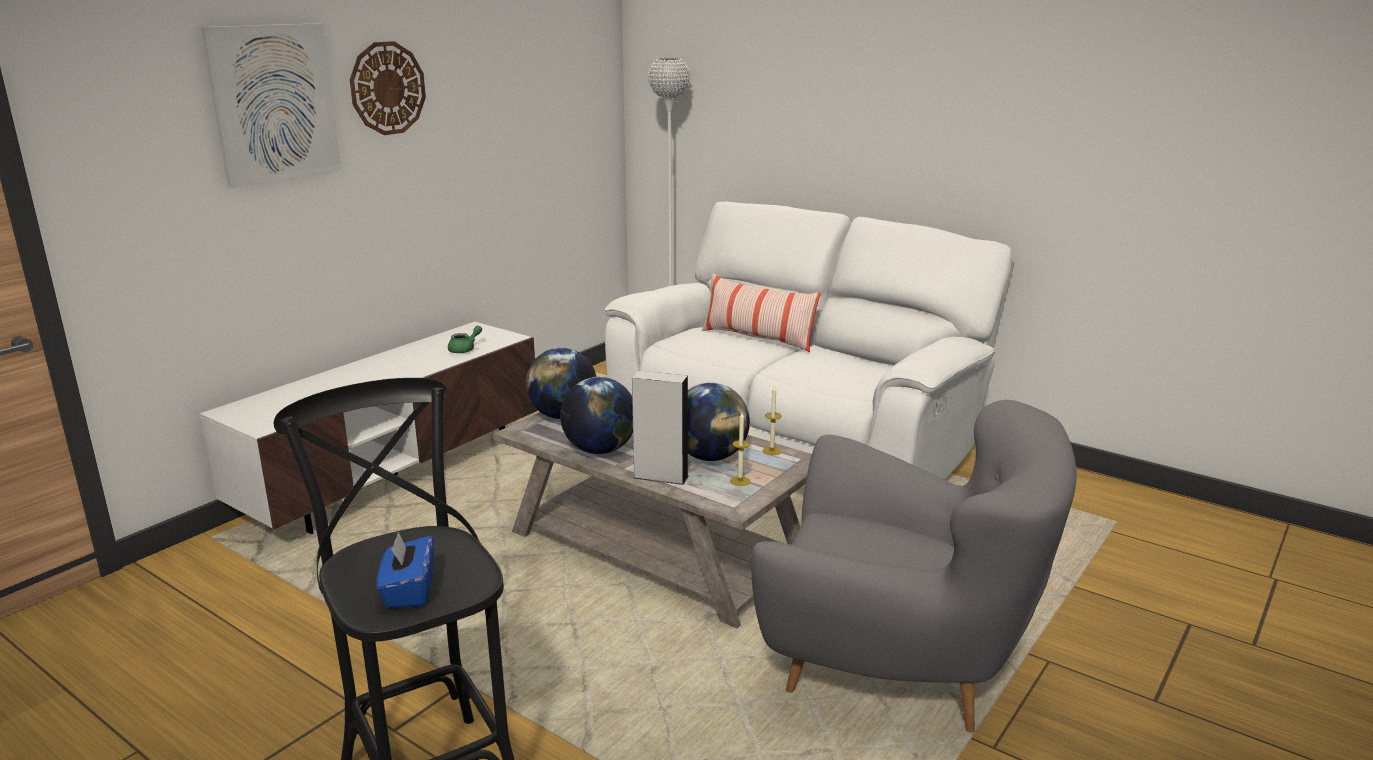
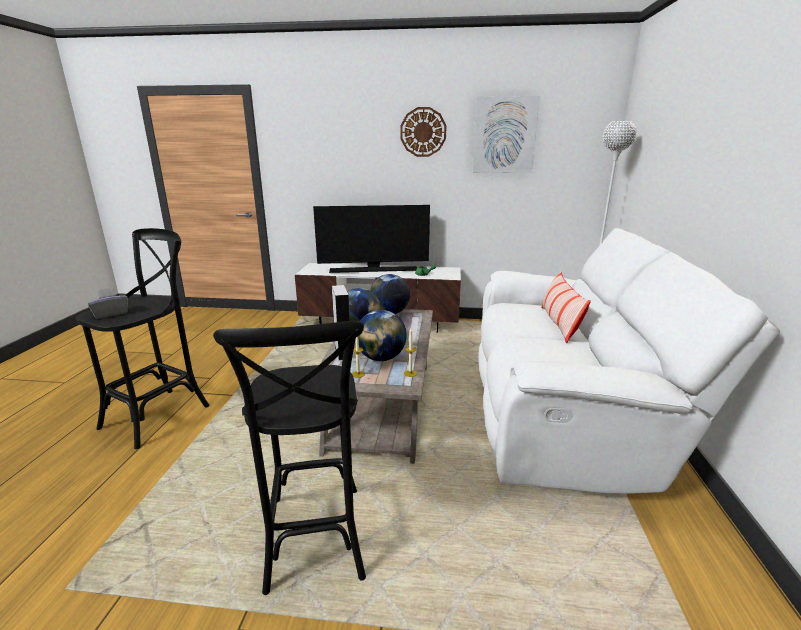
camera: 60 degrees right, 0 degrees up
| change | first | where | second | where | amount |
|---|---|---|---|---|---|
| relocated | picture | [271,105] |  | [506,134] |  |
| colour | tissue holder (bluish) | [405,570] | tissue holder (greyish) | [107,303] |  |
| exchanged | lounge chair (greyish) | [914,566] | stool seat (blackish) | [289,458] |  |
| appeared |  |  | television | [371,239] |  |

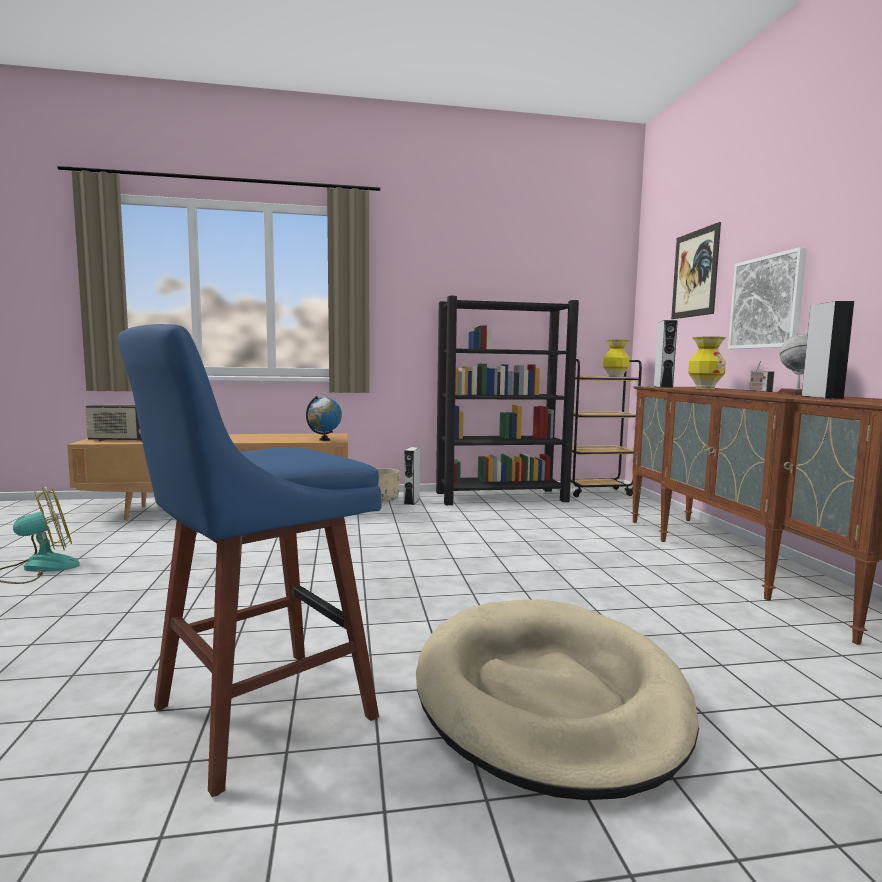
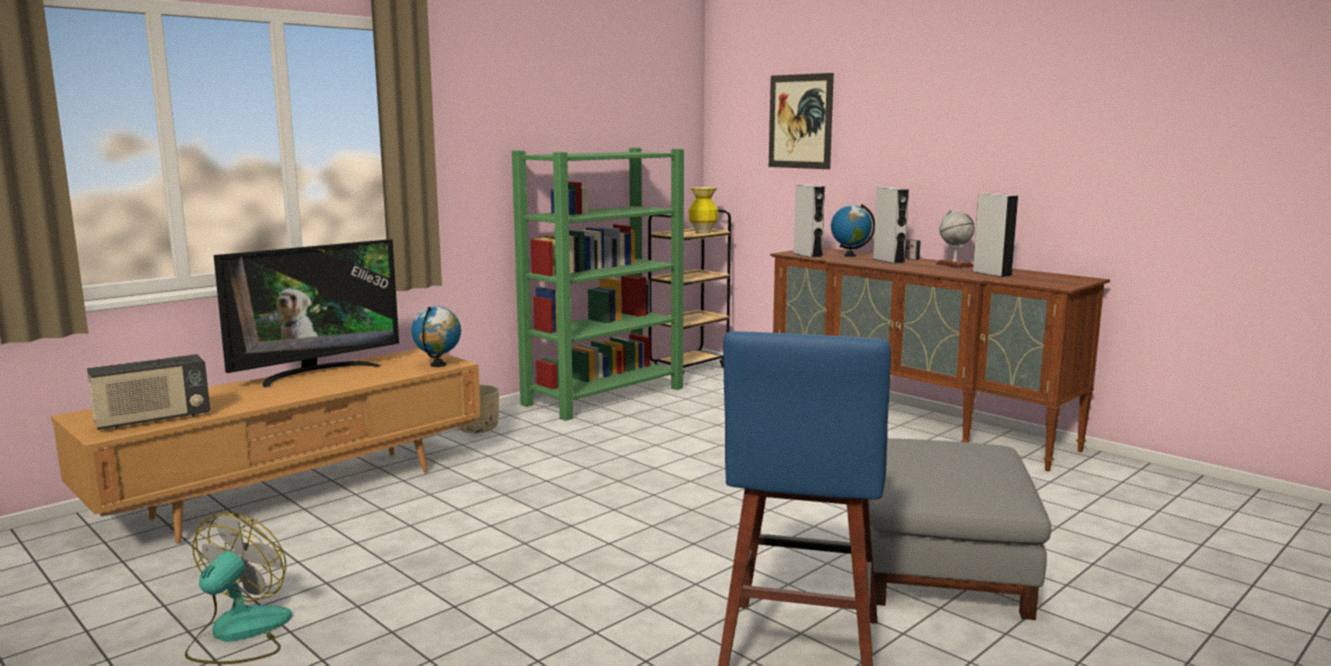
camera: 35 degrees left, 5 degrees up
| change | first | where | second | where | amount |
|---|---|---|---|---|---|
| relocated | audio speaker (greyish) | [412,476] |  | [891,225] |  |
| exchanged | dog cushion (beige) | [557,699] | pouffe (greyish) | [959,529] |  |
| colour | bookshelf (blackish) | [507,400] | bookshelf (green-coloured) | [598,284] |  |
| exchanged | vase | [707,362] | desk globe | [853,230] |  |
| missing | picture | [767,298] |  |  |  |
| appeared |  |  | television | [306,313] |  |

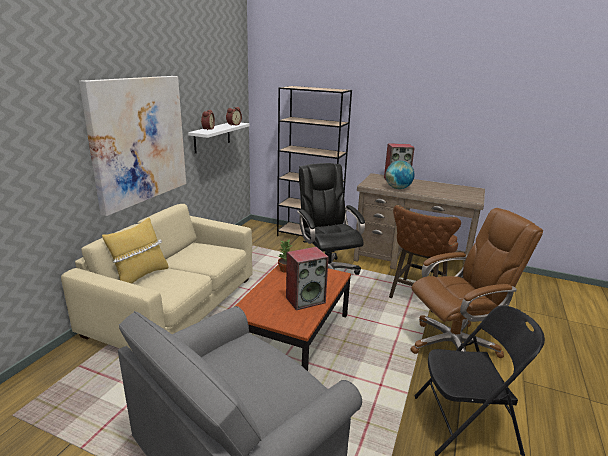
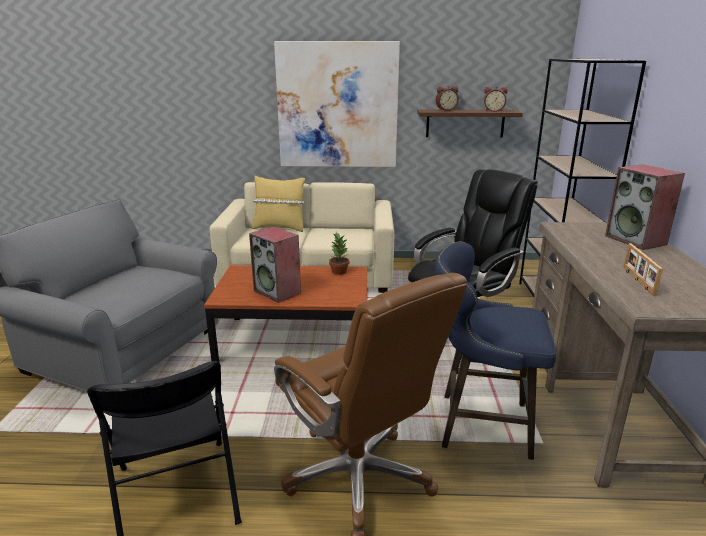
camera: 70 degrees right, 0 degrees up
| change | first | where | second | where | amount |
|---|---|---|---|---|---|
| colour | shelf (white) | [219,138] | shelf (brownish) | [470,124] |  |
| missing | desk globe | [399,175] |  |  |  |
| colour | stool seat (brownish) | [425,258] | stool seat (bluish) | [495,350] |  |
| appeared |  |  | standing frame | [643,269] |  |

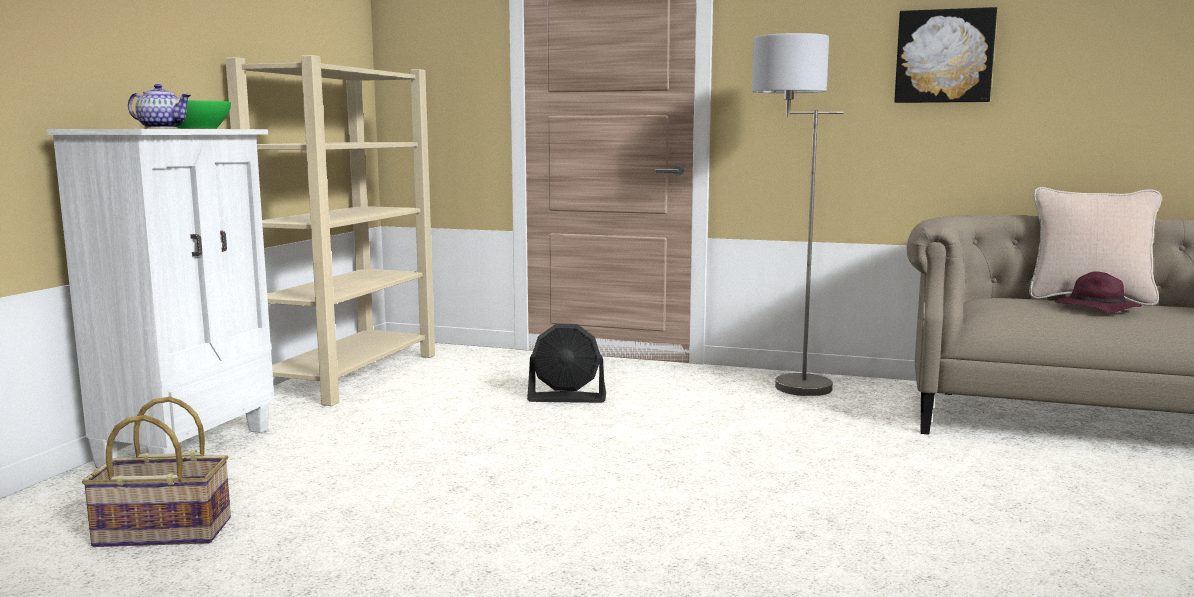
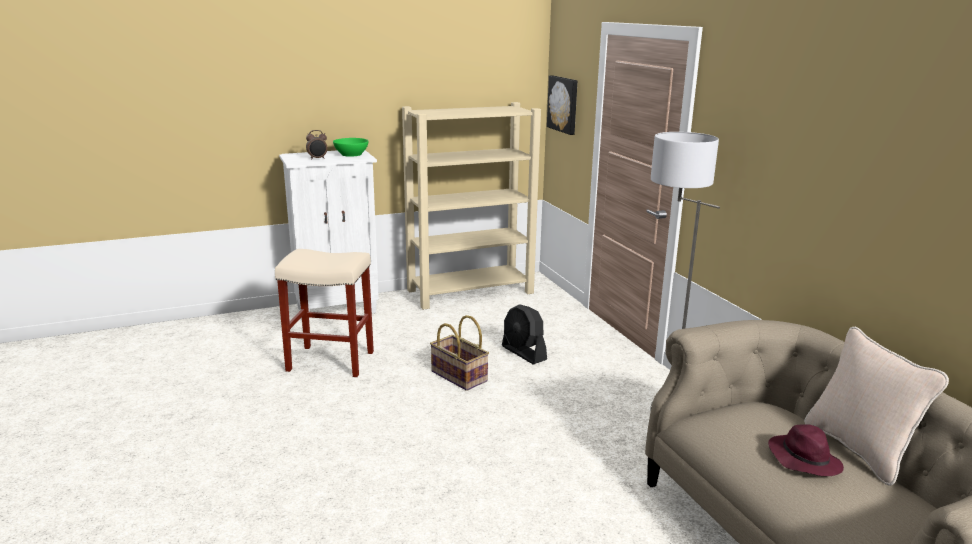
camera: 50 degrees right, 10 degrees up
| change | first | where | second | where | amount |
|---|---|---|---|---|---|
| relocated | basket | [156,472] |  | [459,353] |  |
| exchanged | teapot | [159,106] | table clock | [316,145] |  |
| relocated | picture | [945,55] |  | [562,105] |  |
| appeared |  |  | stool seat (beige) | [324,313] |  |

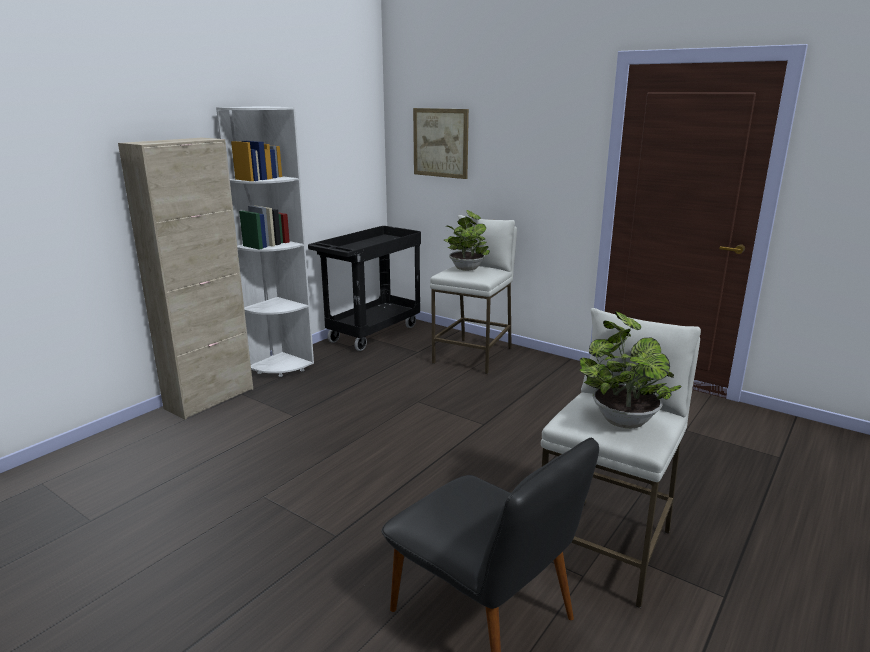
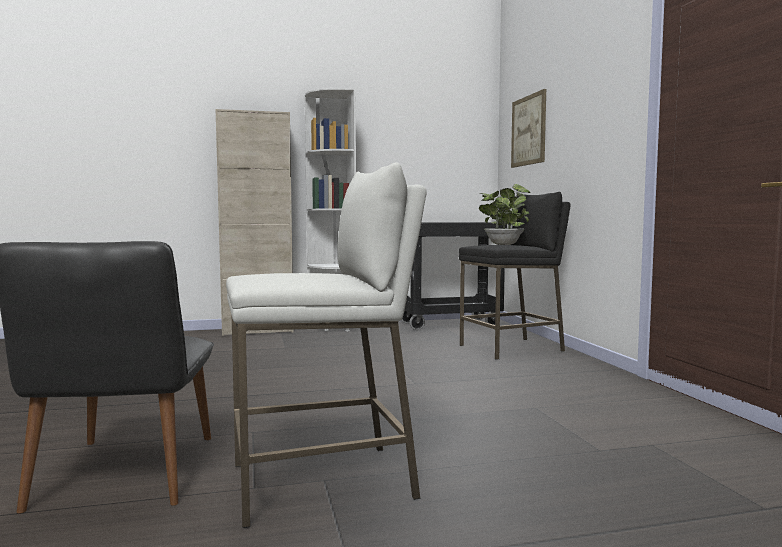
camera: 40 degrees right, 15 degrees down
| change | first | where | second | where | amount |
|---|---|---|---|---|---|
| colour | stool seat (white) | [473,294] | stool seat (blackish) | [515,276] |  |
| missing | potted plant | [630,369] |  |  |  |

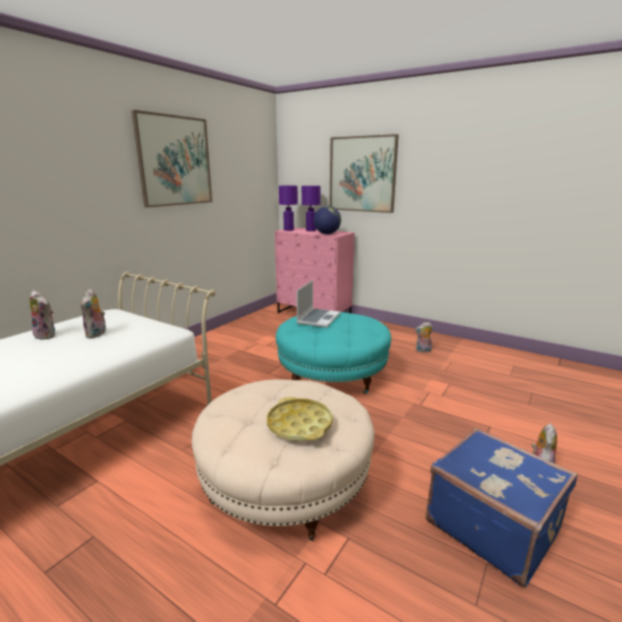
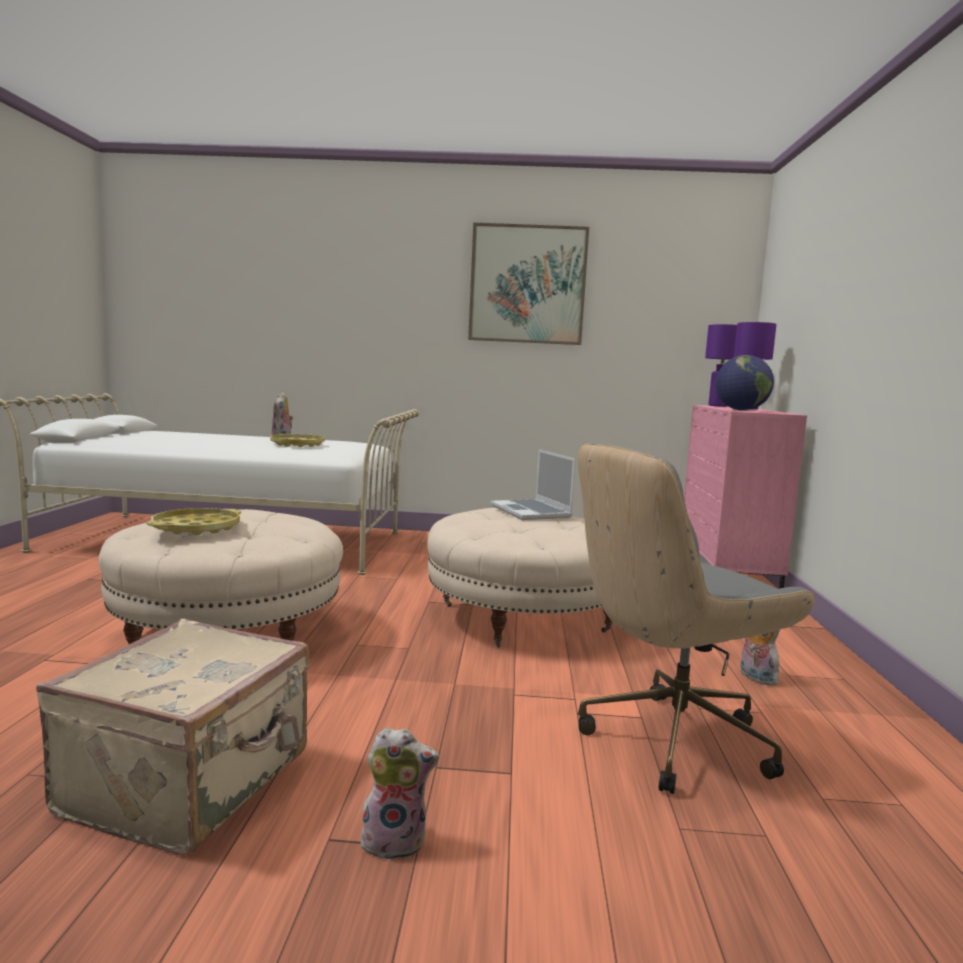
camera: 60 degrees right, 10 degrees down
| change | first | where | second | where | amount |
|---|---|---|---|---|---|
| exchanged | cuddly toy | [93,313] | carrying tray (yellow-coloured) | [297,440] |  |
| colour | pouffe (turquoise) | [333,352] | pouffe (beige) | [520,577] |  |
| spun | notebook computer | [318,304] |  | [533,484] | 75 degrees clockwise |
| missing | picture | [364,173] |  |  |  |
| colour | suitcase (bluish) | [502,508] | suitcase (beige) | [172,737] |  |
| appeared |  |  | desk chair (greyish) | [696,619] |  |

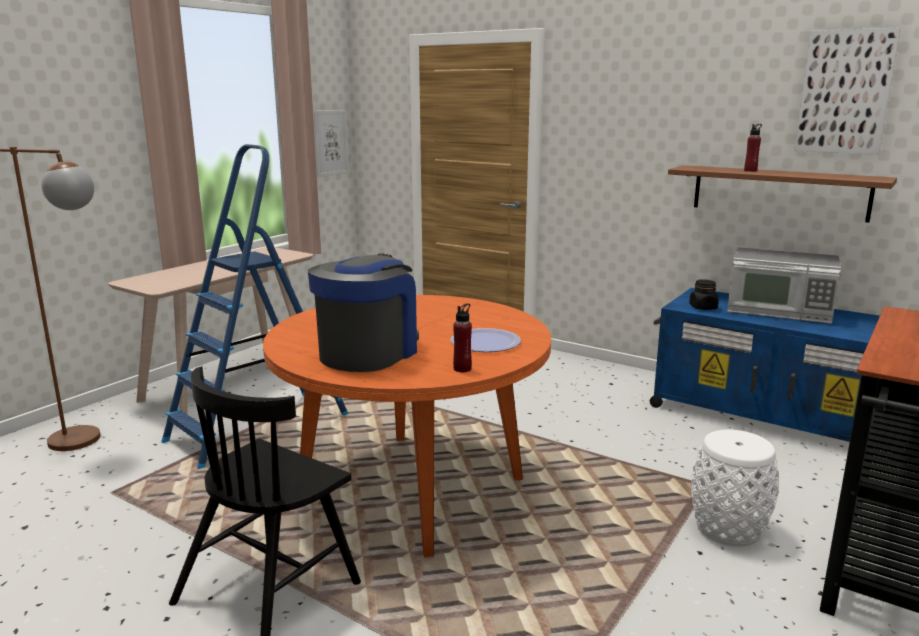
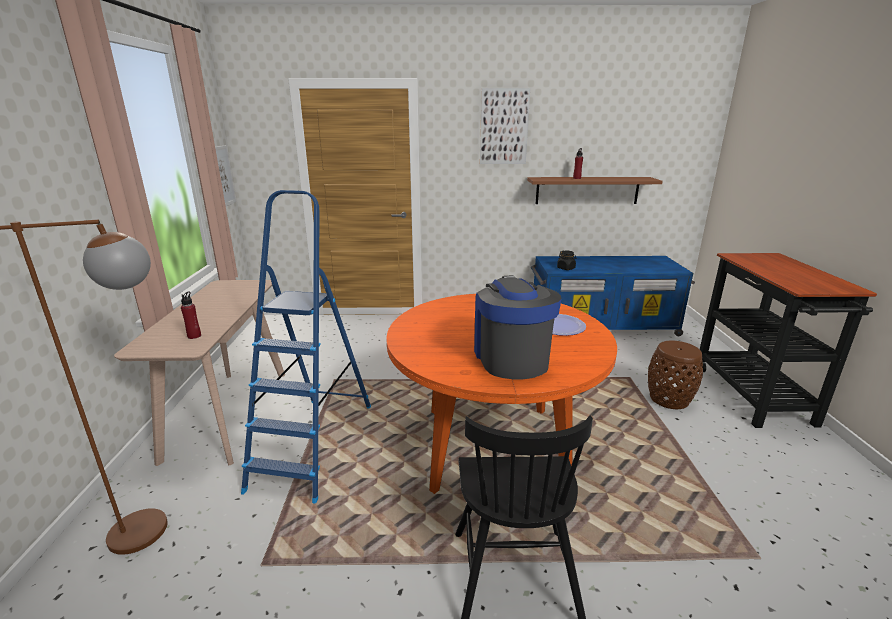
camera: 35 degrees left, 5 degrees up
| change | first | where | second | where | amount |
|---|---|---|---|---|---|
| relocated | beverage bottle (red) | [462,337] |  | [191,315] |  |
| colour | stool seat (white) | [735,488] | stool seat (brownish) | [675,374] |  |
| missing | microwave | [784,285] |  |  |  |
| relocated | picture | [847,91] |  | [505,126] |  |

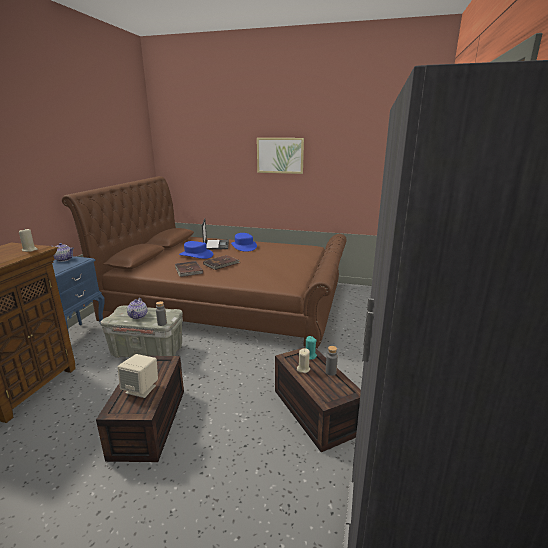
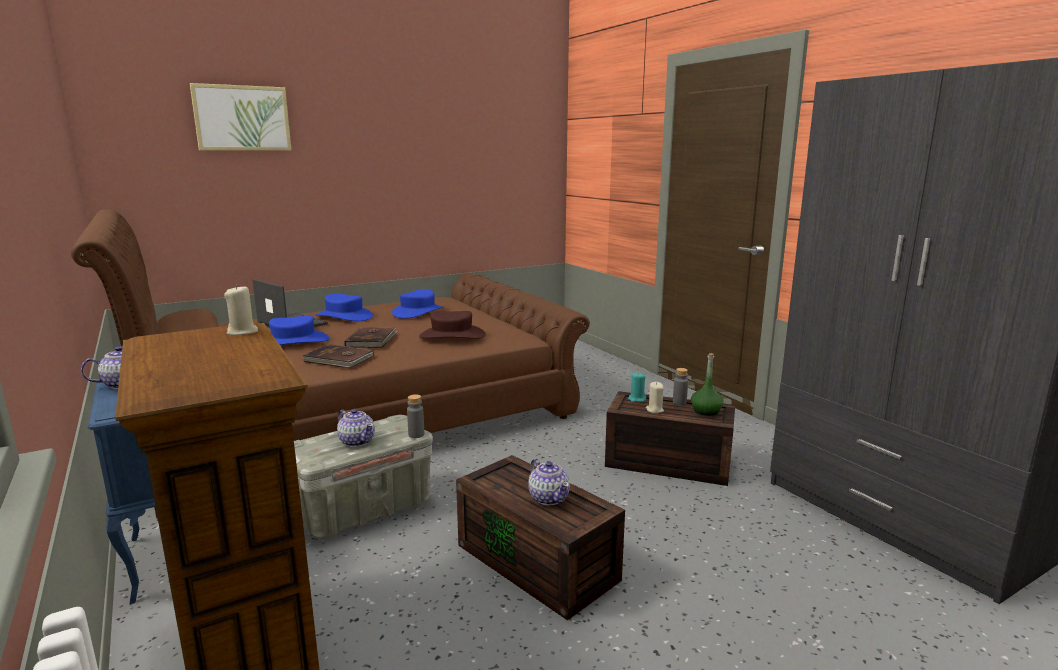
camera: 45 degrees left, 5 degrees down
| change | first | where | second | where | amount |
|---|---|---|---|---|---|
| exchanged | audio speaker (beige) | [138,376] | teapot | [549,481] |  |
| relocated | picture | [280,156] |  | [240,117] |  |
| appeared |  |  | hat (bluish) | [418,304] |  |
| appeared |  |  | hat (brownish) | [452,325] |  |
| appeared |  |  | beverage bottle (green-coloured) | [707,384] |  |

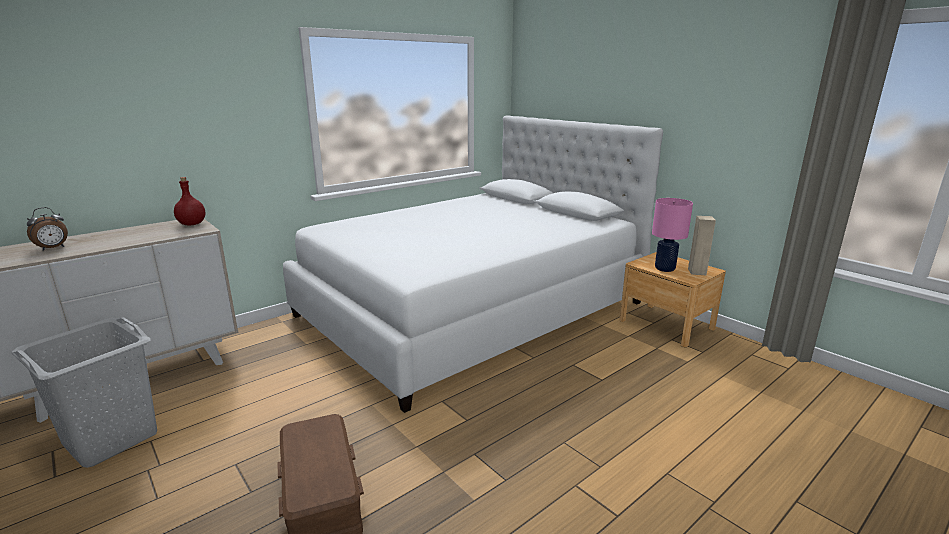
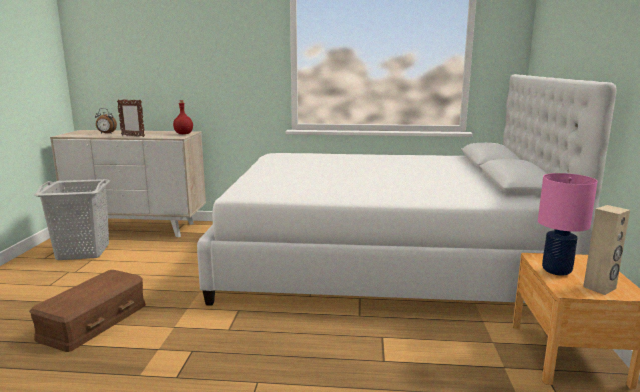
camera: 45 degrees right, 5 degrees down
| change | first | where | second | where | amount |
|---|---|---|---|---|---|
| appeared |  |  | standing frame | [131,118] |  |

